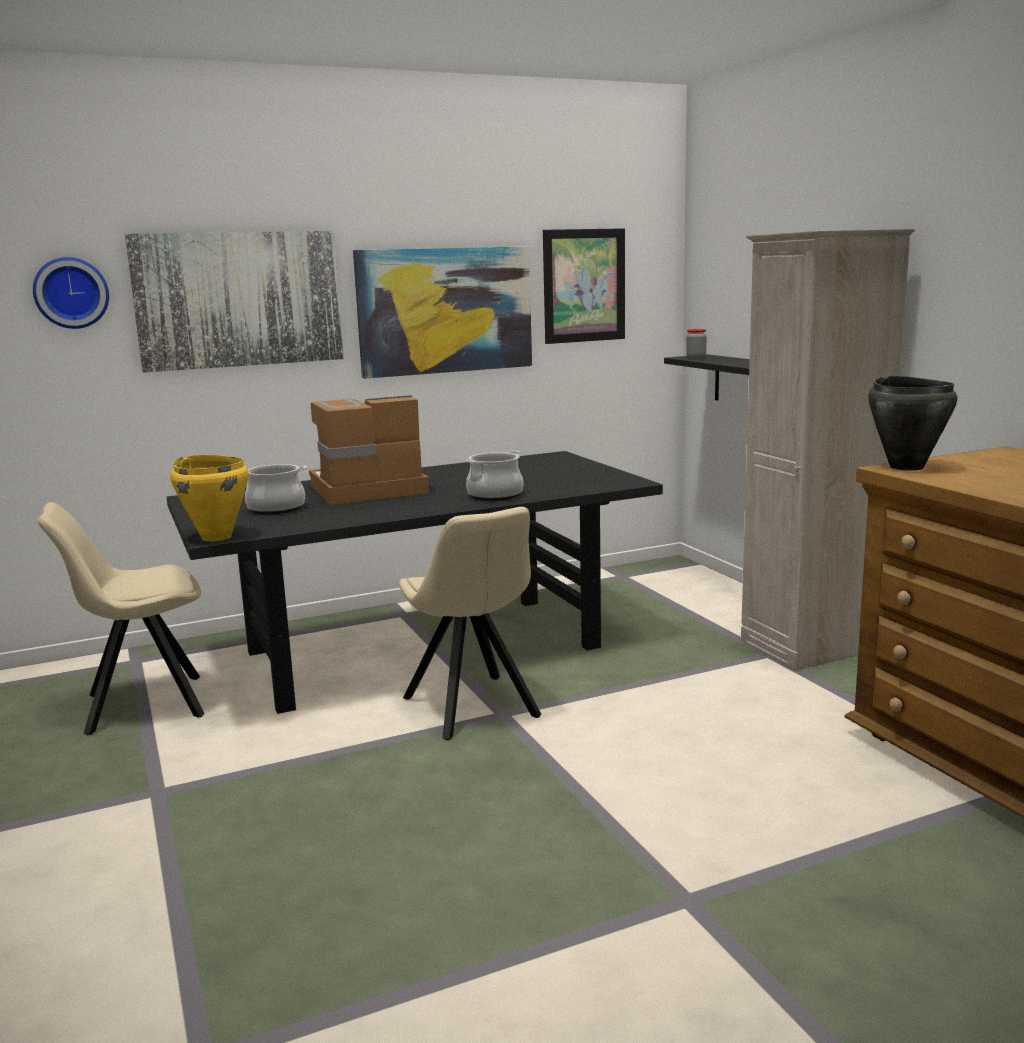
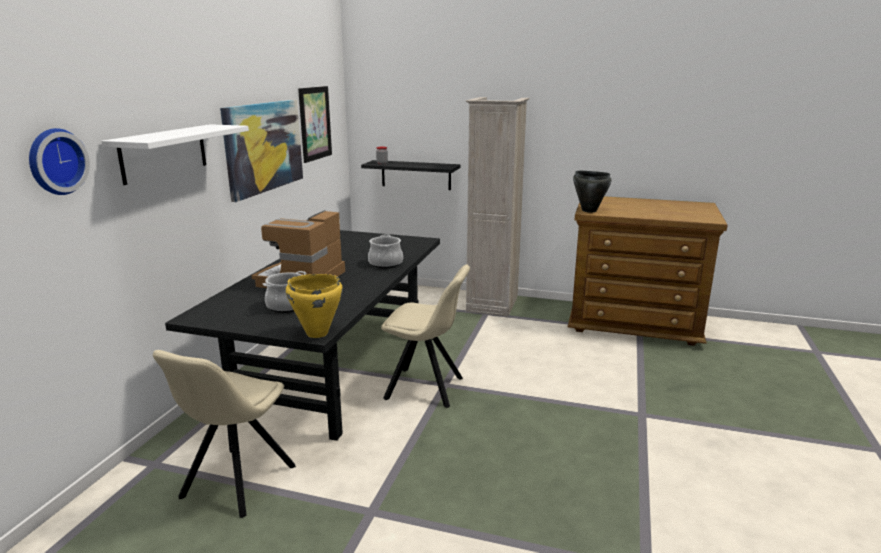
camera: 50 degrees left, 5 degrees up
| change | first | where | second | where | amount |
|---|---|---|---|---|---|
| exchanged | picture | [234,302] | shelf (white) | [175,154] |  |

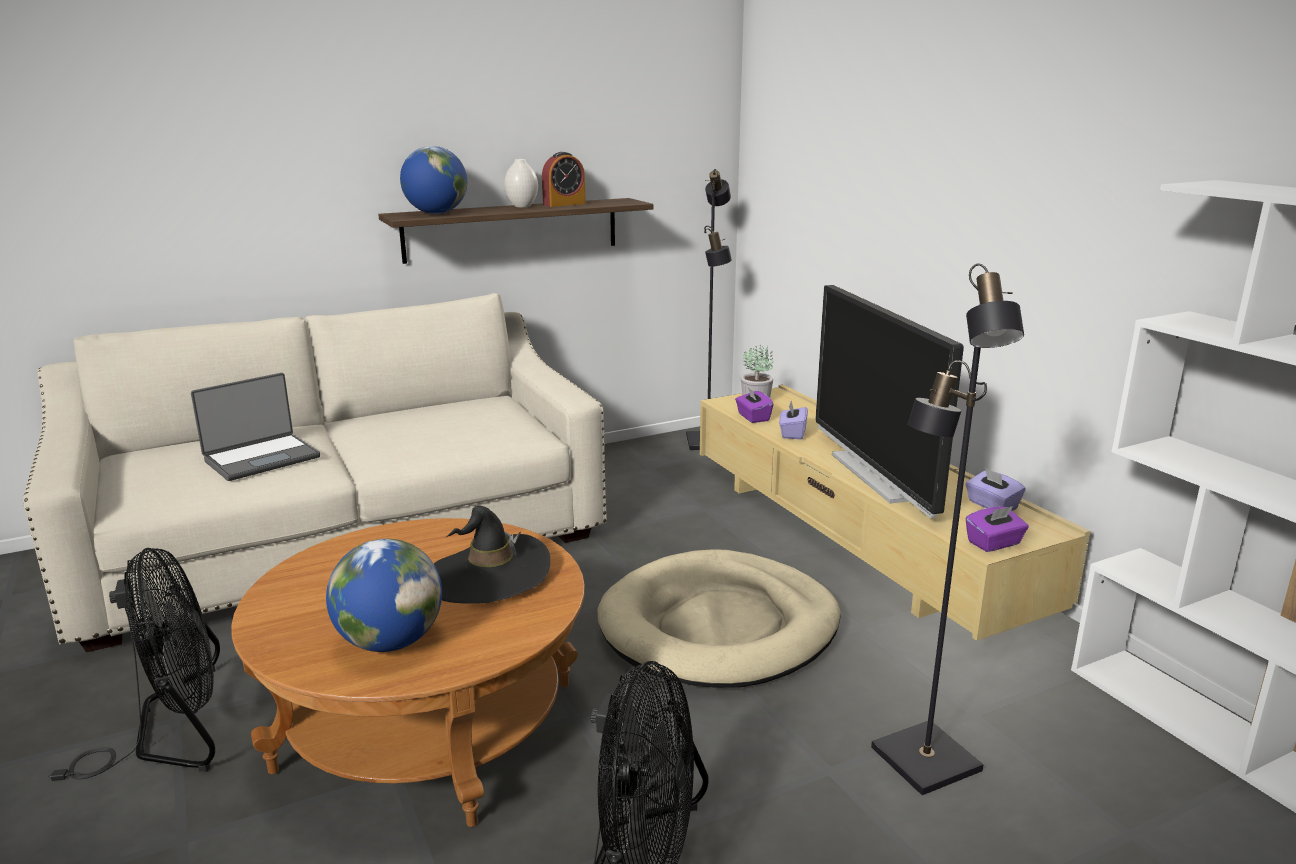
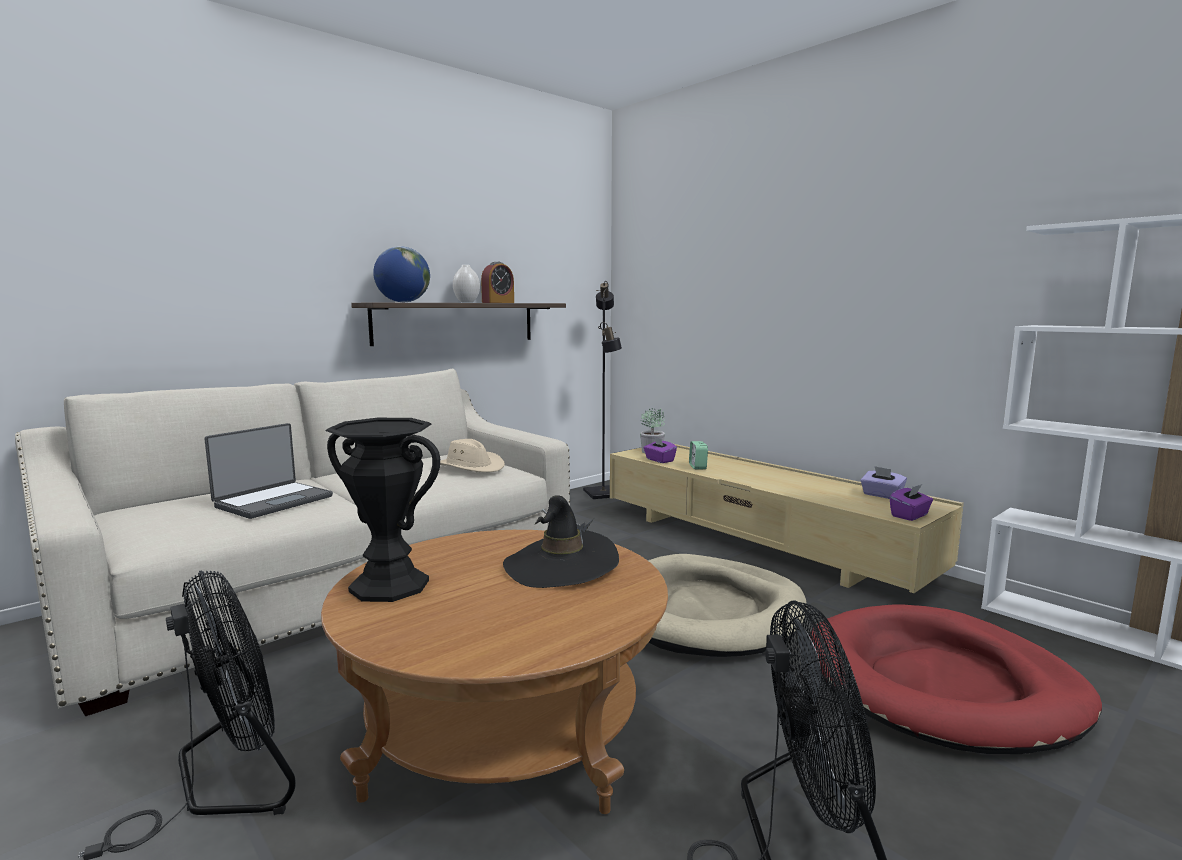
camera: 15 degrees left, 10 degrees down
| change | first | where | second | where | amount |
|---|---|---|---|---|---|
| missing | desk globe | [384,595] |  |  |  |
| exchanged | tissue holder (purple) | [793,420] | table clock | [698,455] |  |
| missing | television | [890,401] |  |  |  |
| exchanged | standing lamp (blackish) | [947,529] | dog cushion (red) | [955,679] |  |
| appeared |  |  | vase (blackish) | [383,510] |  |
| appeared |  |  | hat (beige) | [472,455] |  |

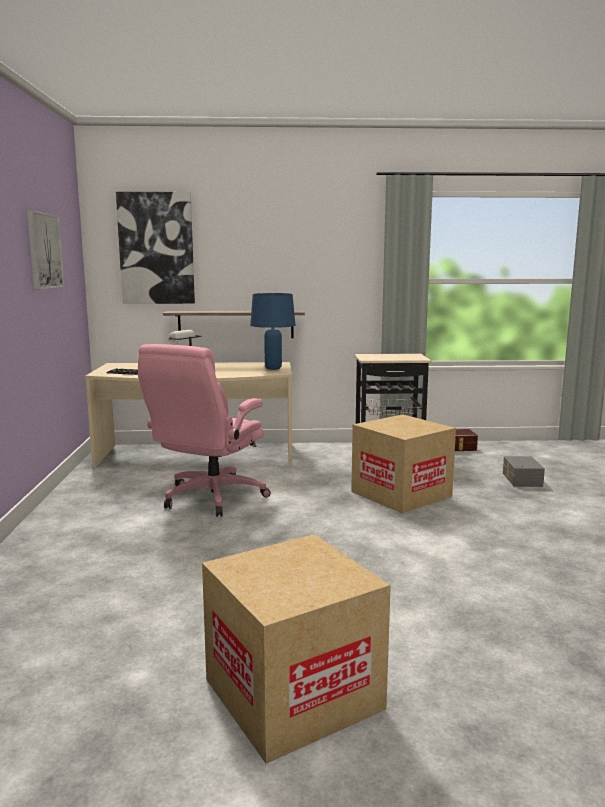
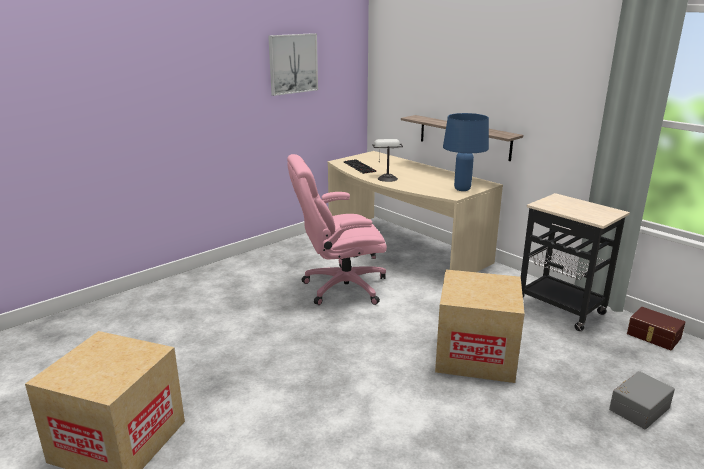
camera: 50 degrees right, 10 degrees up
| change | first | where | second | where | amount |
|---|---|---|---|---|---|
| missing | picture | [155,248] |  |  |  |

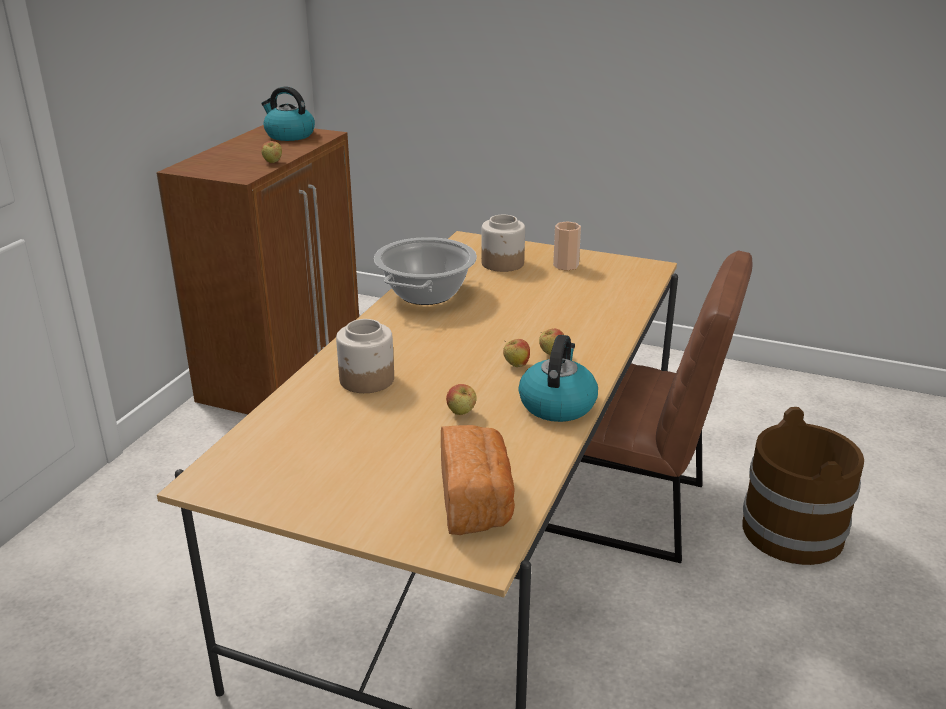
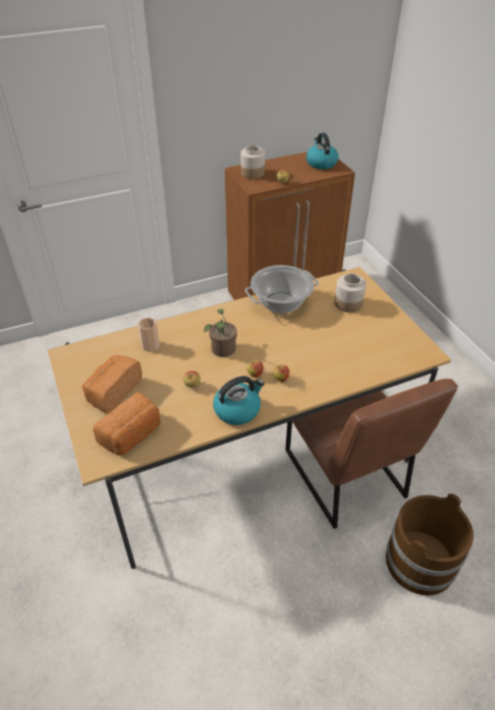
camera: 45 degrees right, 15 degrees up
| change | first | where | second | where | amount |
|---|---|---|---|---|---|
| relocated | storage jar | [365,356] |  | [253,162] |  |
| relocated | cup | [567,246] |  | [149,334] |  |
| appeared |  |  | bread | [112,384] |  |
| appeared |  |  | potted plant | [220,333] |  |

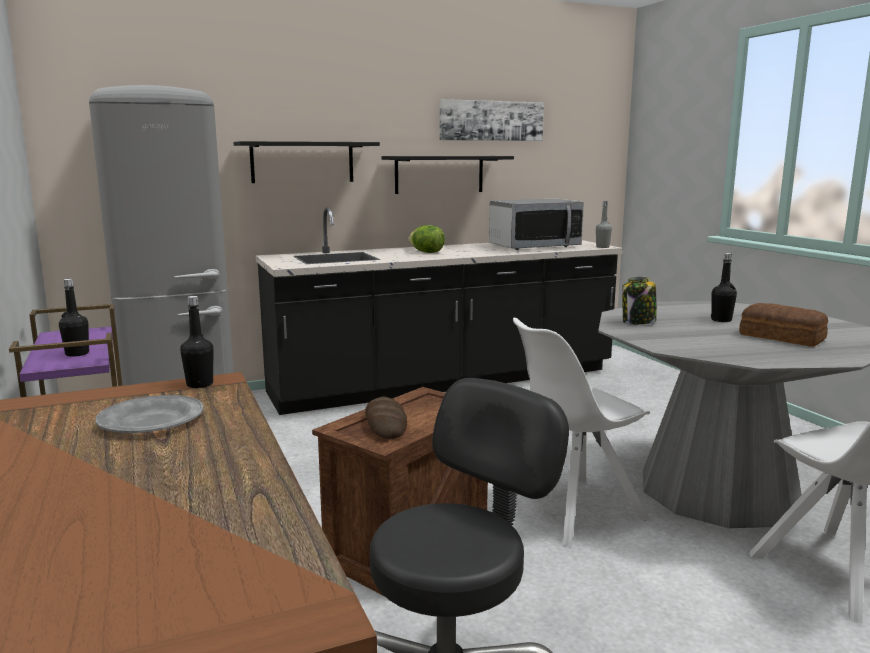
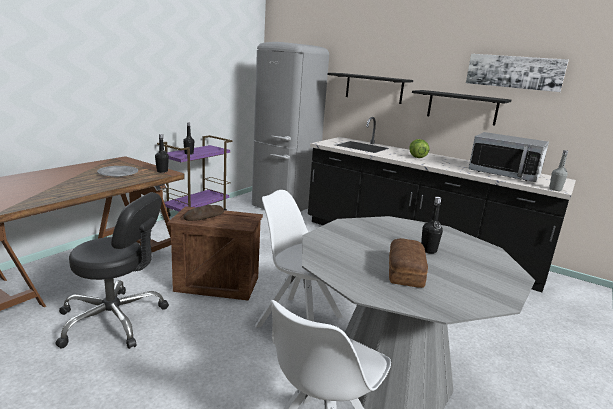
camera: 55 degrees right, 5 degrees up
| change | first | where | second | where | amount |
|---|---|---|---|---|---|
| missing | storage jar | [639,301] |  |  |  |

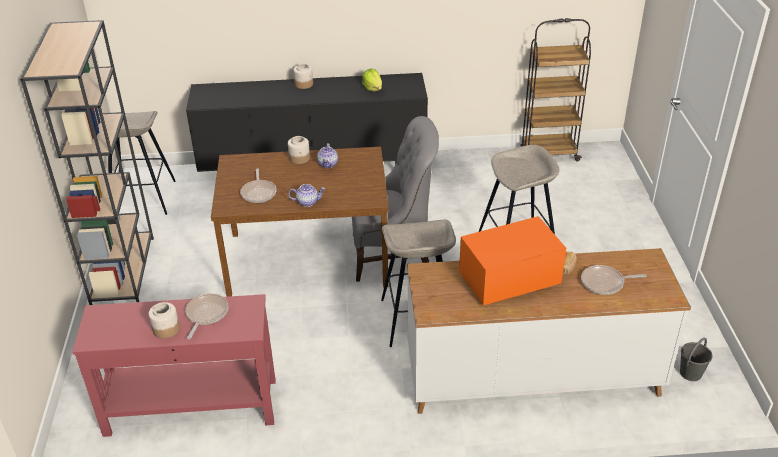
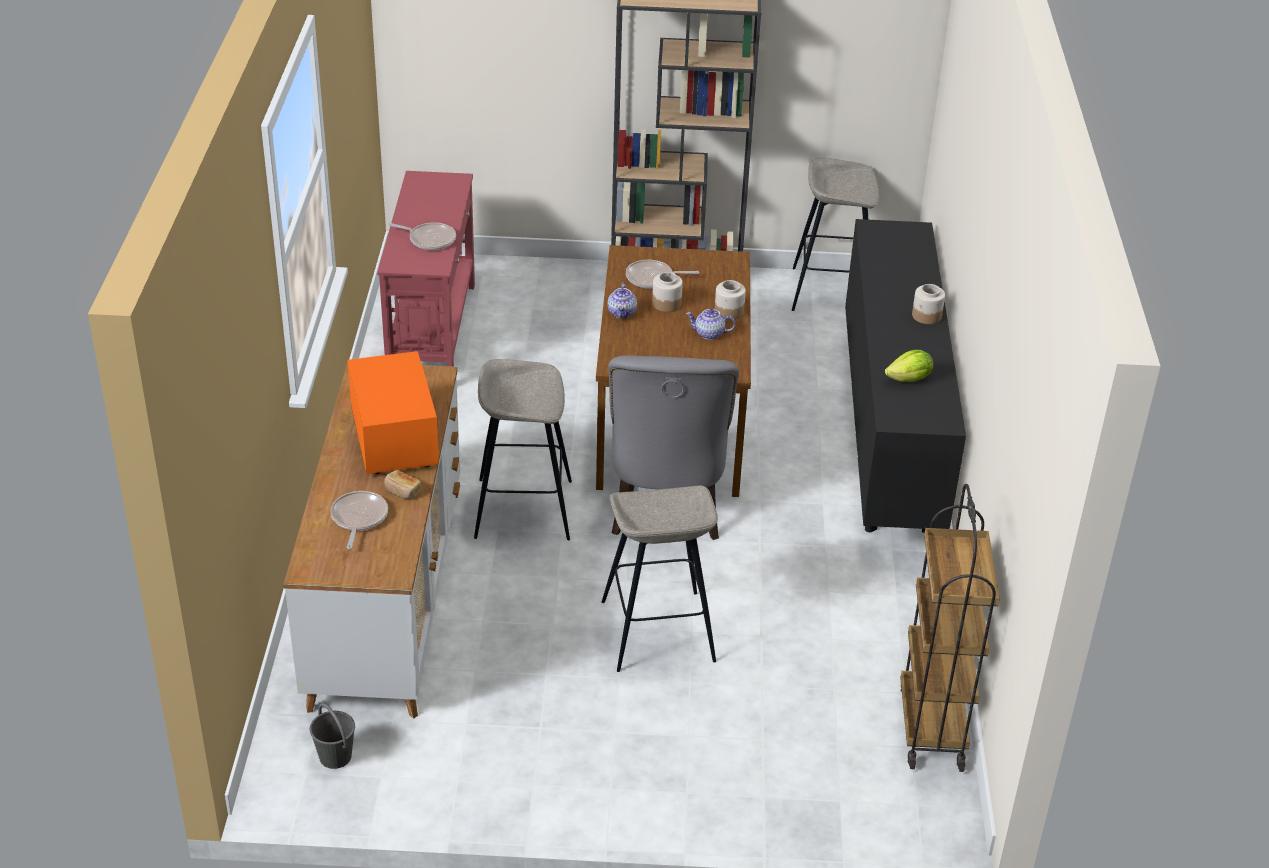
camera: 95 degrees right, 0 degrees up
| change | first | where | second | where | amount |
|---|---|---|---|---|---|
| relocated | storage jar | [164,320] |  | [667,292] |  |

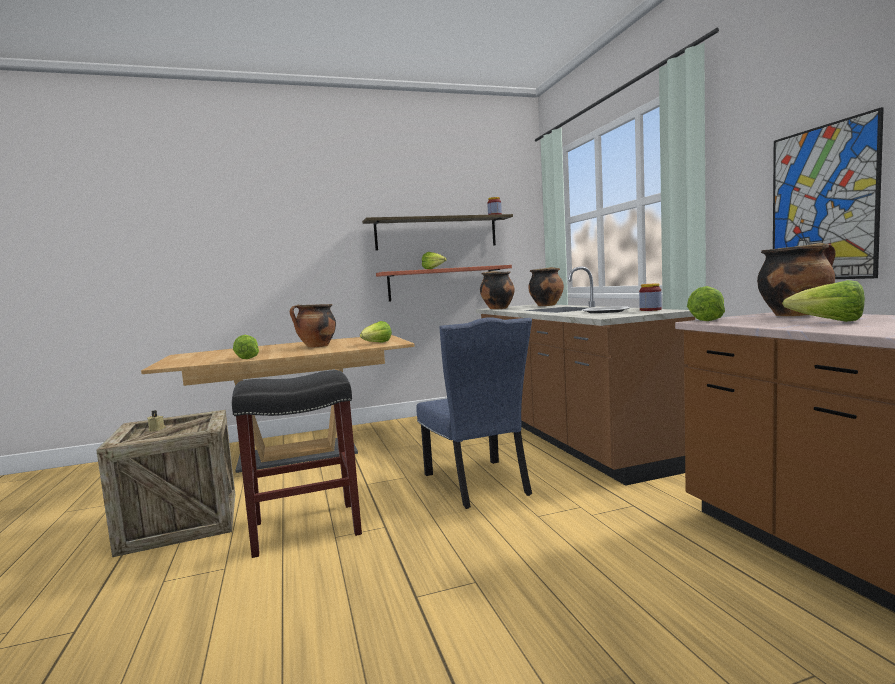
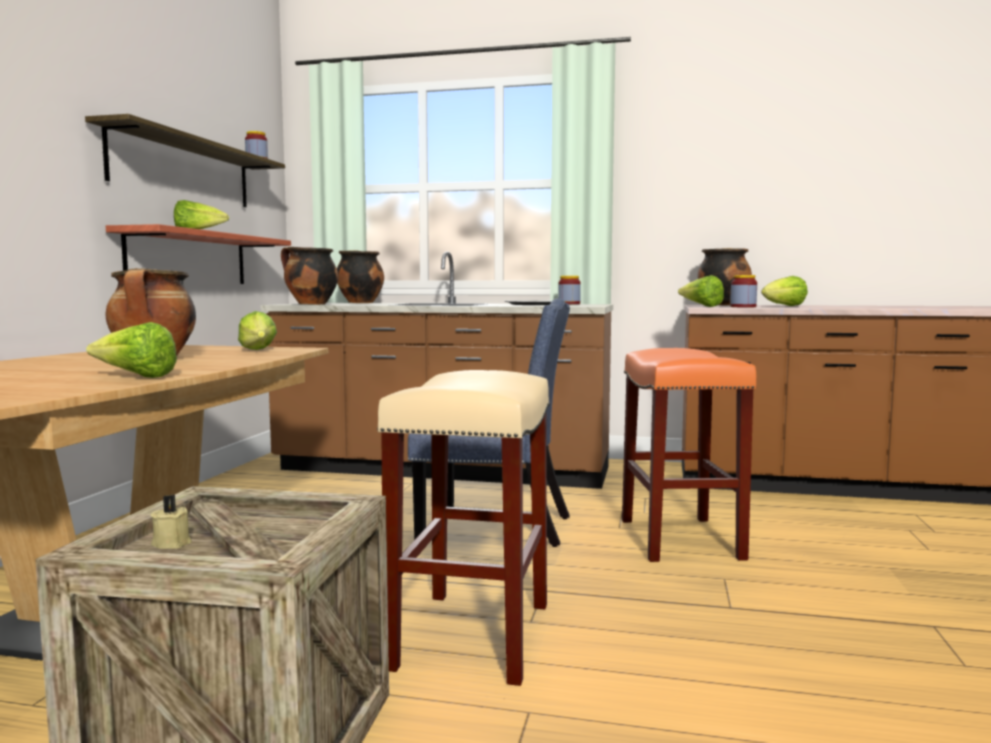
camera: 60 degrees left, 0 degrees up
| change | first | where | second | where | amount |
|---|---|---|---|---|---|
| colour | stool seat (blackish) | [297,464] | stool seat (beige) | [463,528] |  |
| missing | picture | [828,193] |  |  |  |
| appeared |  |  | stool seat (orange) | [689,455] |  |
| appeared |  |  | storage jar | [743,291] |  |

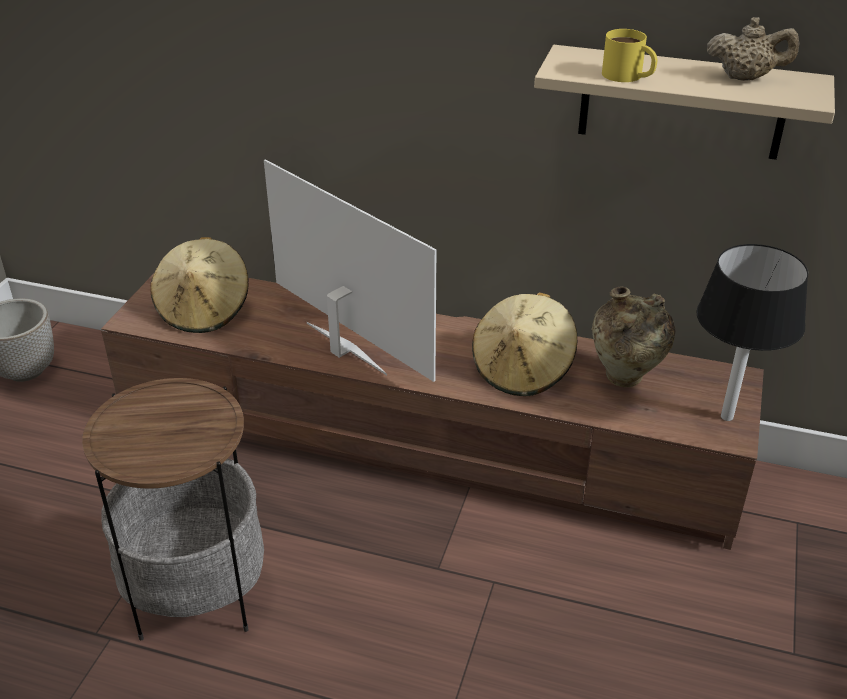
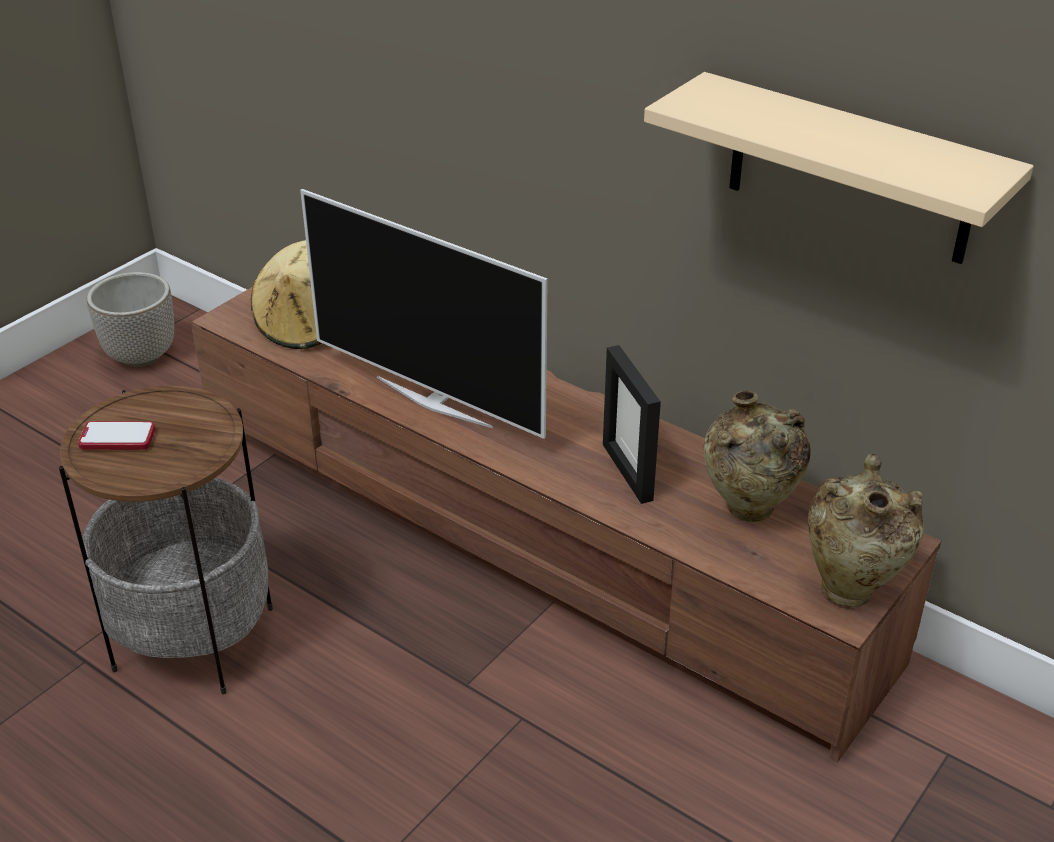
camera: 20 degrees right, 0 degrees up
| change | first | where | second | where | amount |
|---|---|---|---|---|---|
| spun | television | [350,270] |  | [424,314] | 150 degrees clockwise |
| exchanged | hat (beige) | [524,344] | standing frame | [632,424] |  |
| missing | mug (yellow-coloured) | [629,55] |  |  |  |
| exchanged | tabletop lamp (blackish) | [752,332] | vase (beige) | [866,530] |  |
| missing | teapot (beige) | [753,49] |  |  |  |
| appeared |  |  | telephone | [116,435] |  |

